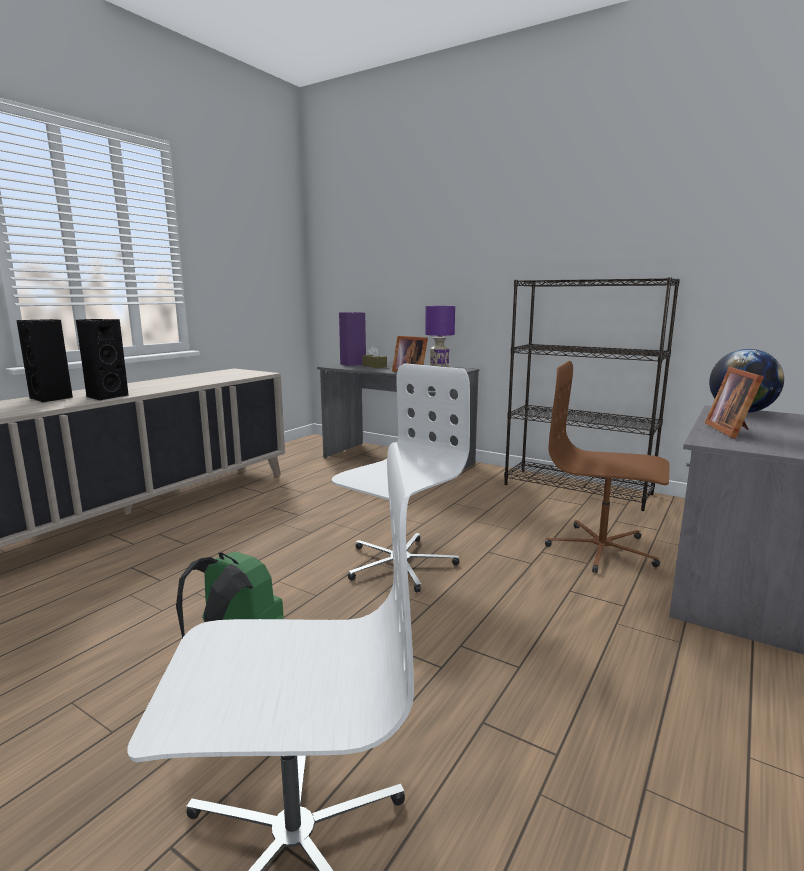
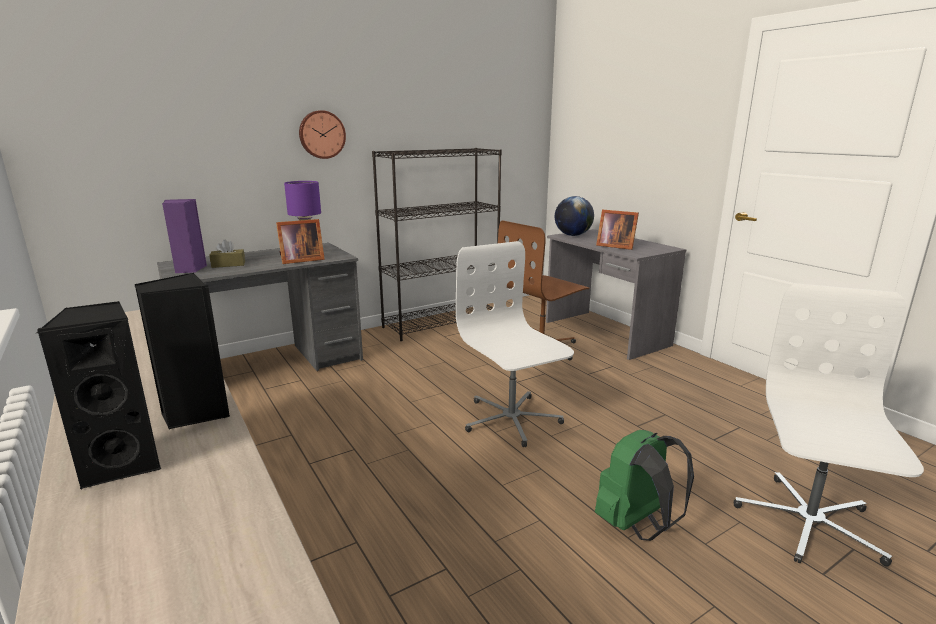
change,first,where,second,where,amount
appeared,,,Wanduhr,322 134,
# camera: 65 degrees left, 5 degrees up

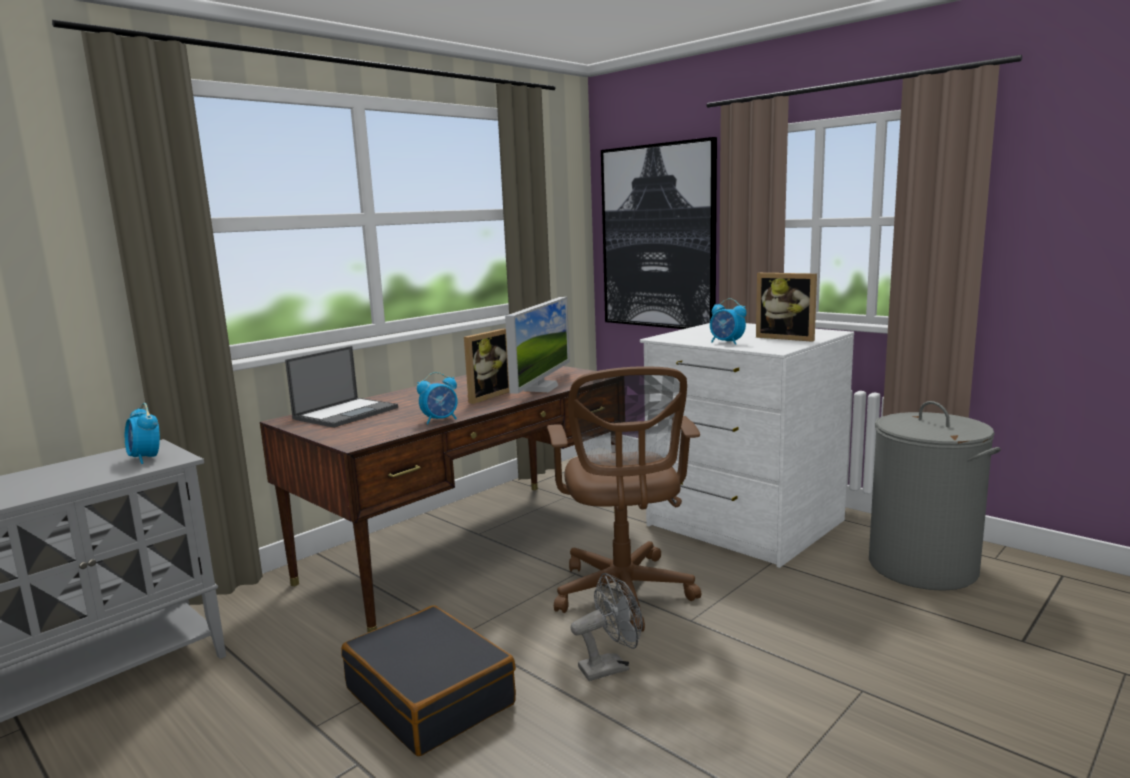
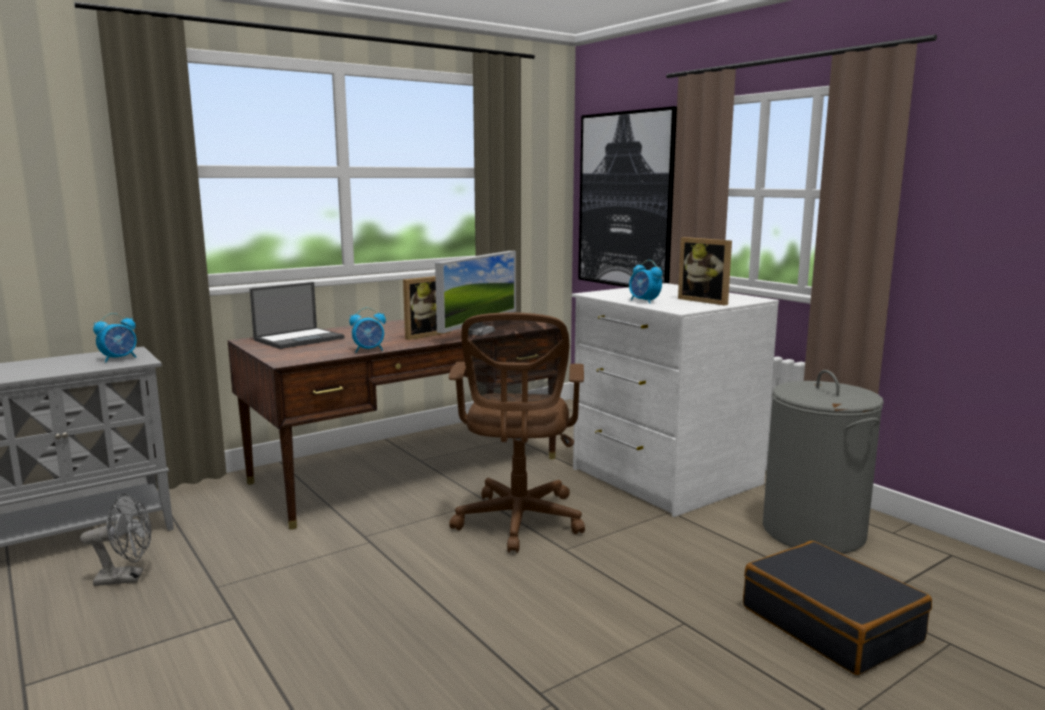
change,first,where,second,where,amount
spun,Wecker,142 433,,115 337,105 degrees counterclockwise
relocated,Ventilator [grau],607 627,,115 539,
relocated,Koffer [schwarz],428 680,,837 608,
# camera: 10 degrees right, 0 degrees up

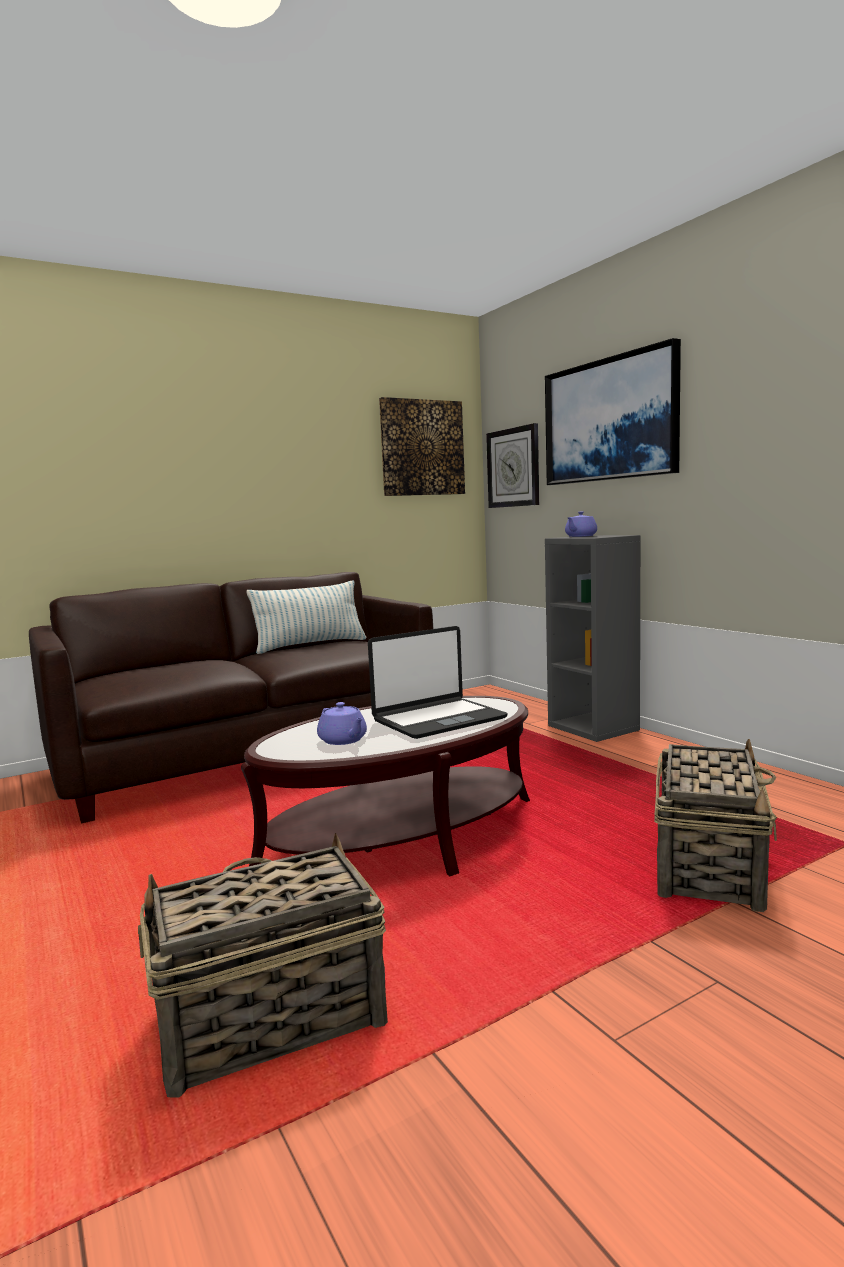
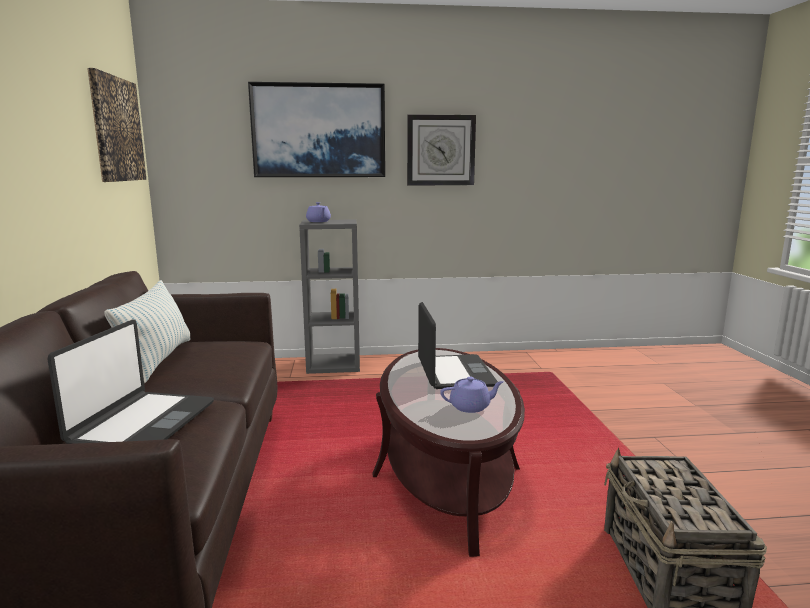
change,first,where,second,where,amount
relocated,Wanduhr,512 465,,441 149,
missing,Korb,715 825,,,
appeared,,,Laptop,131 381,
# camera: 65 degrees left, 5 degrees up

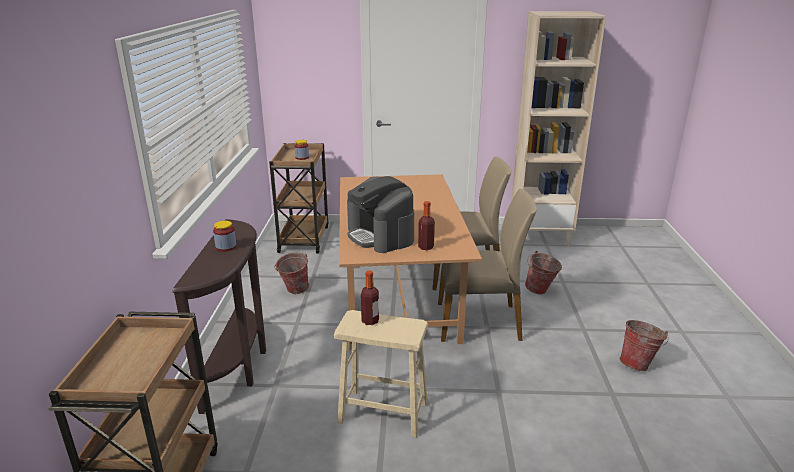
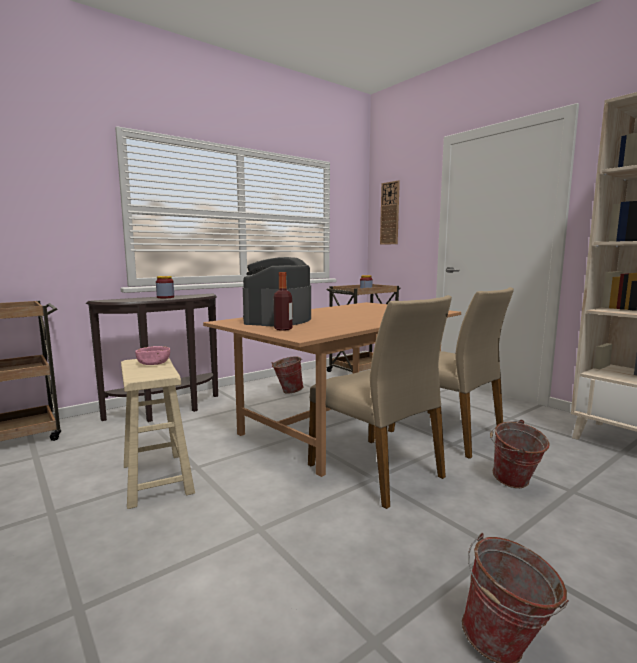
change,first,where,second,where,amount
exchanged,Flasche,370 297,Schüssel [rosa],152 355,
appeared,,,Wanduhr,390 212,
# camera: 50 degrees right, 15 degrees down

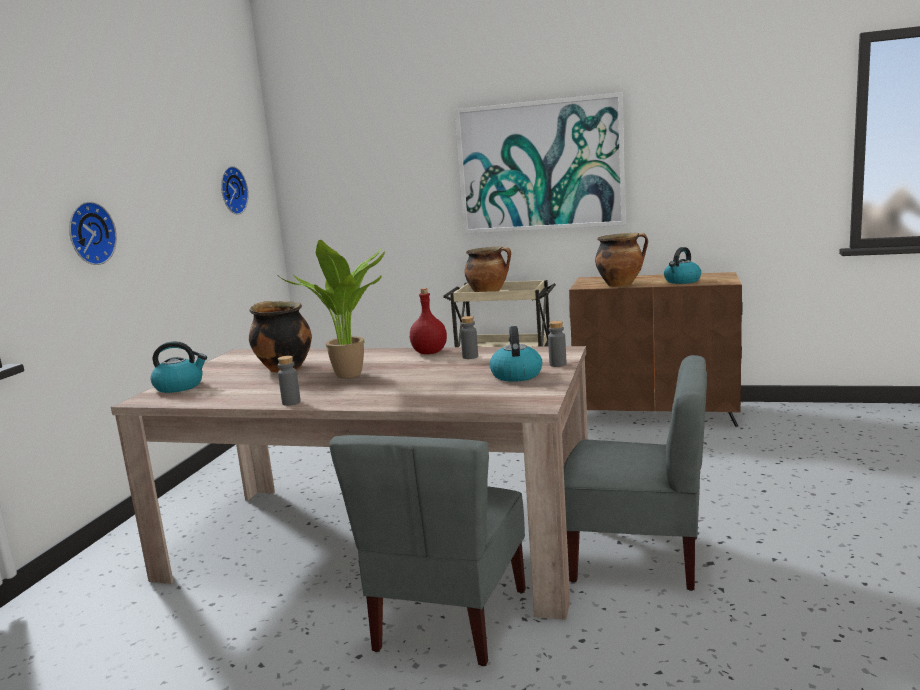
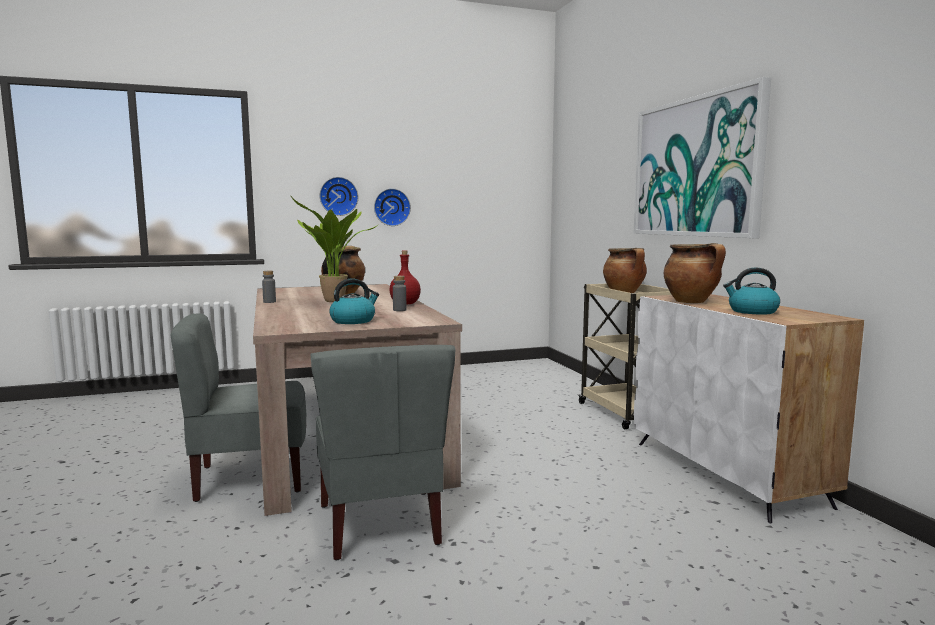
change,first,where,second,where,amount
relocated,Wanduhr,234 190,,392 207,
colour,Schrank [braun],655 349,Schrank [weiß],749 408,
missing,Flasche [grau],557 344,,,
missing,Wasserkessel,178 367,,,
# camera: 55 degrees right, 5 degrees down

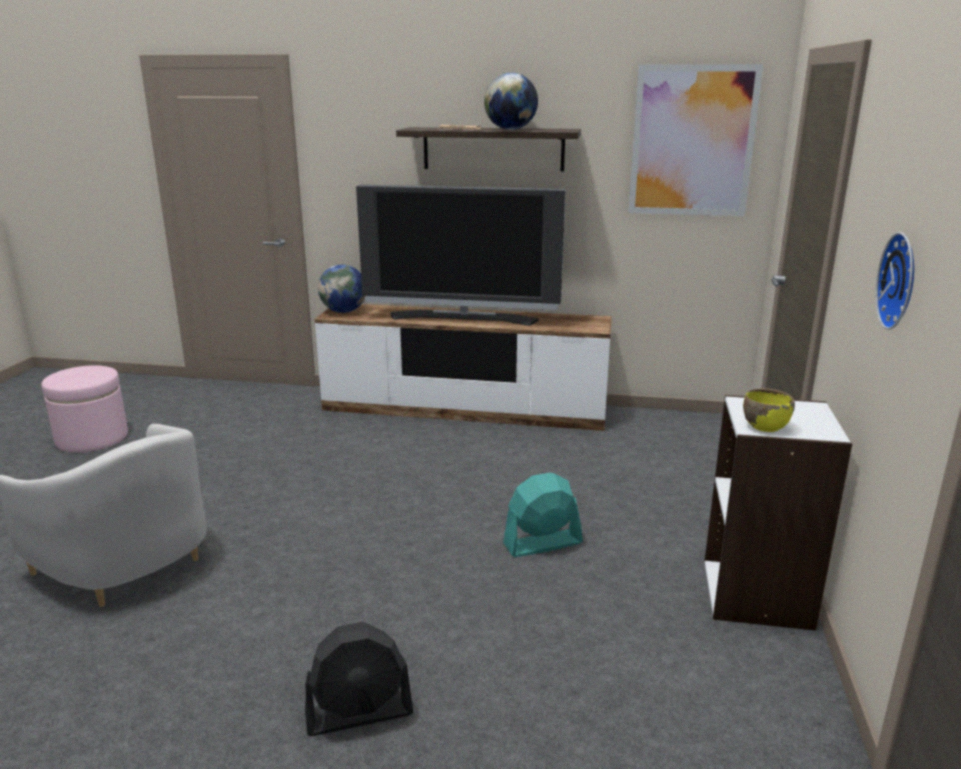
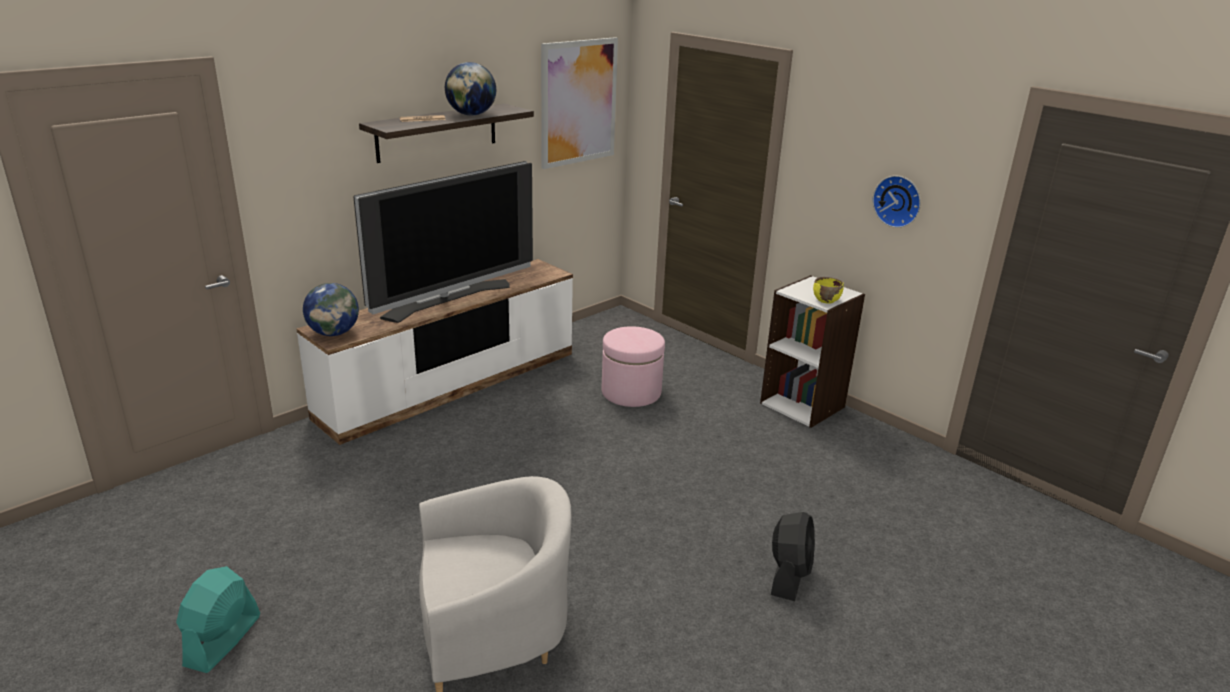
change,first,where,second,where,amount
relocated,Polsterhocker [rosa],84 409,,633 366,
relocated,Ventilator [türkis],543 515,,218 619,
# camera: 55 degrees left, 5 degrees up

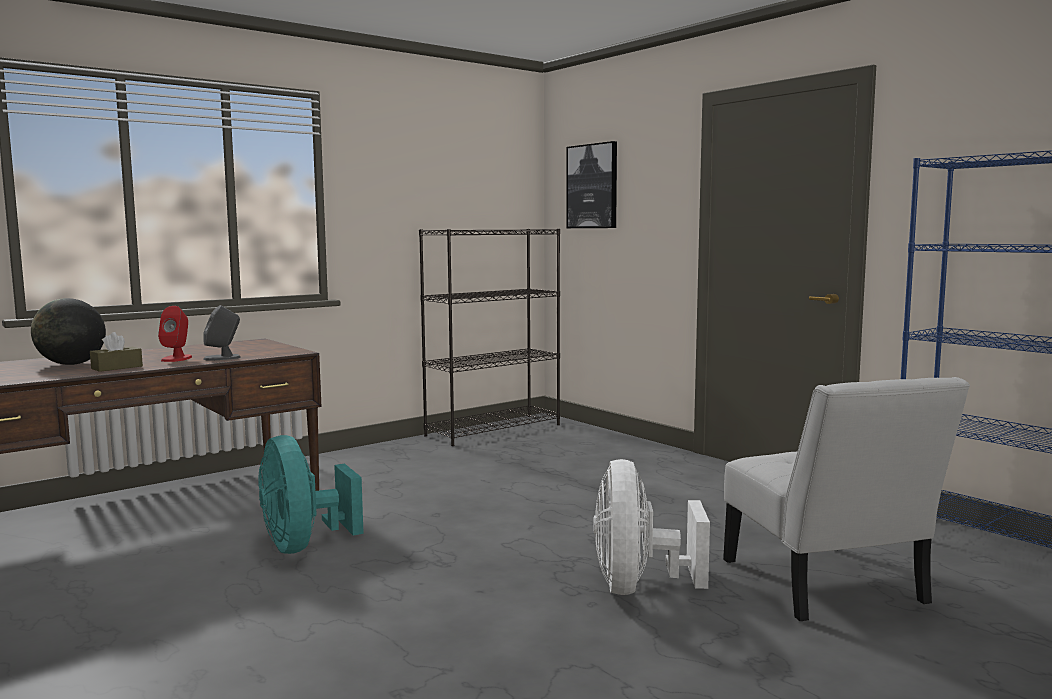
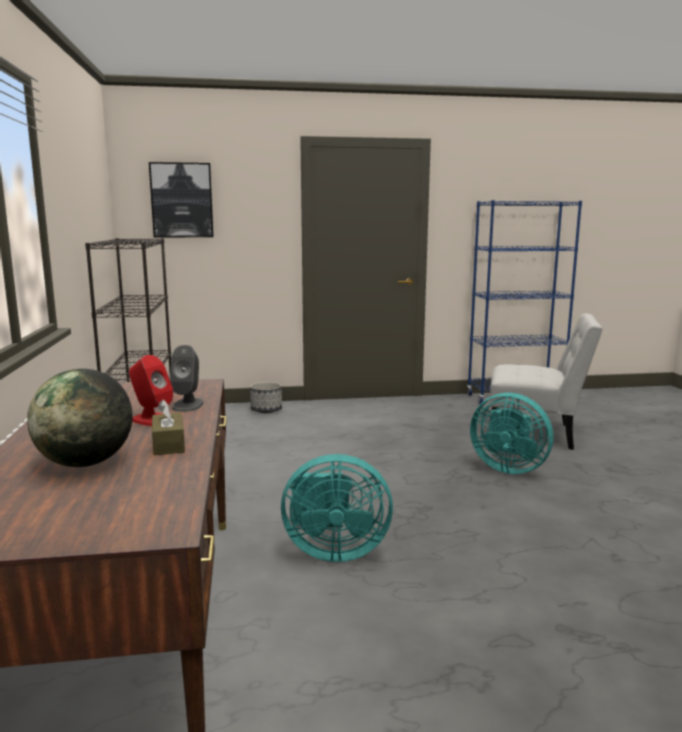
change,first,where,second,where,amount
colour,Ventilator [weiß],652 527,Ventilator [türkis],511 433,
appeared,,,Pflanzkübel,266 397,
# camera: 60 degrees left, 5 degrees up

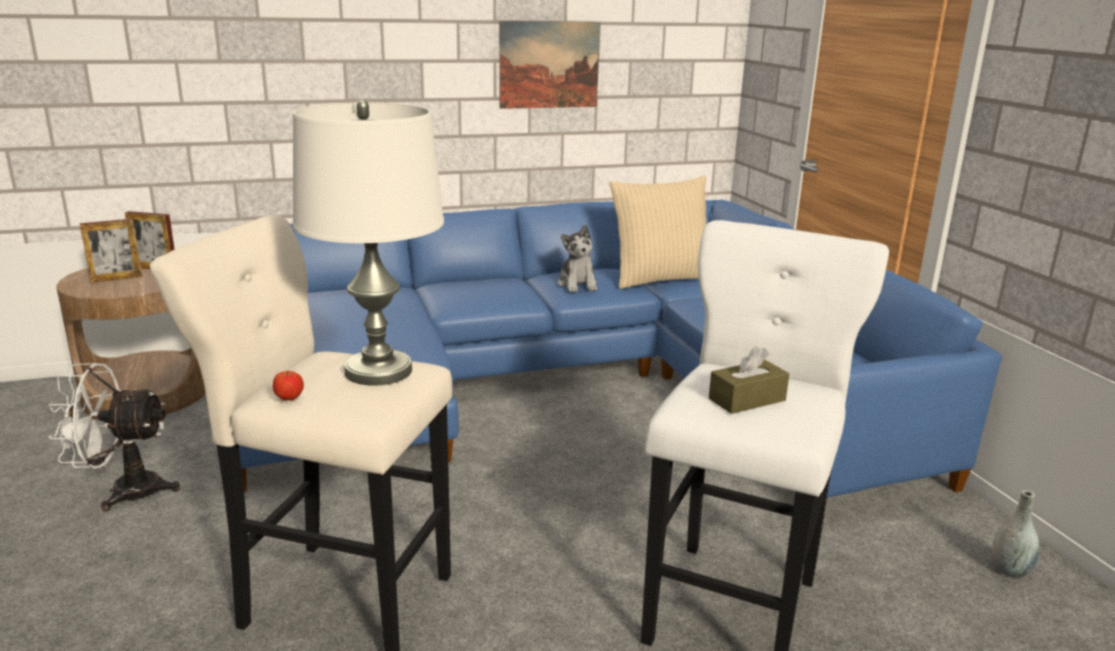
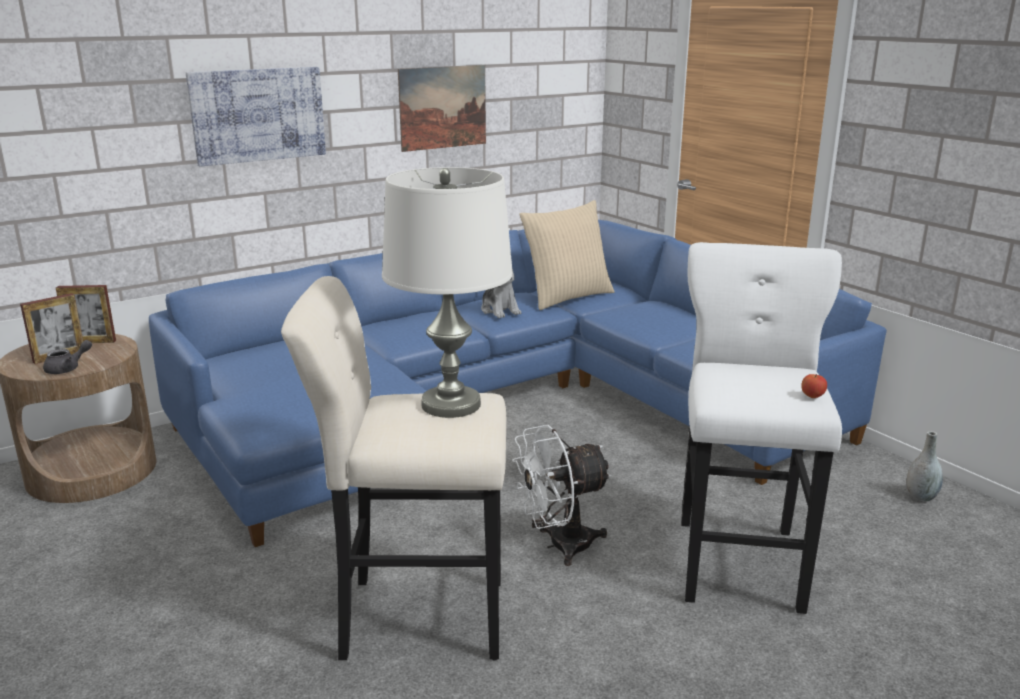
change,first,where,second,where,amount
missing,Taschentuchbox [braun],749 380,,,
relocated,Ventilator [weiß],114 437,,562 495,
relocated,Apfel,288 386,,814 386,
appeared,,,Bild,256 117,
appeared,,,Teekanne [grau],67 357,
# camera: 15 degrees left, 0 degrees up

